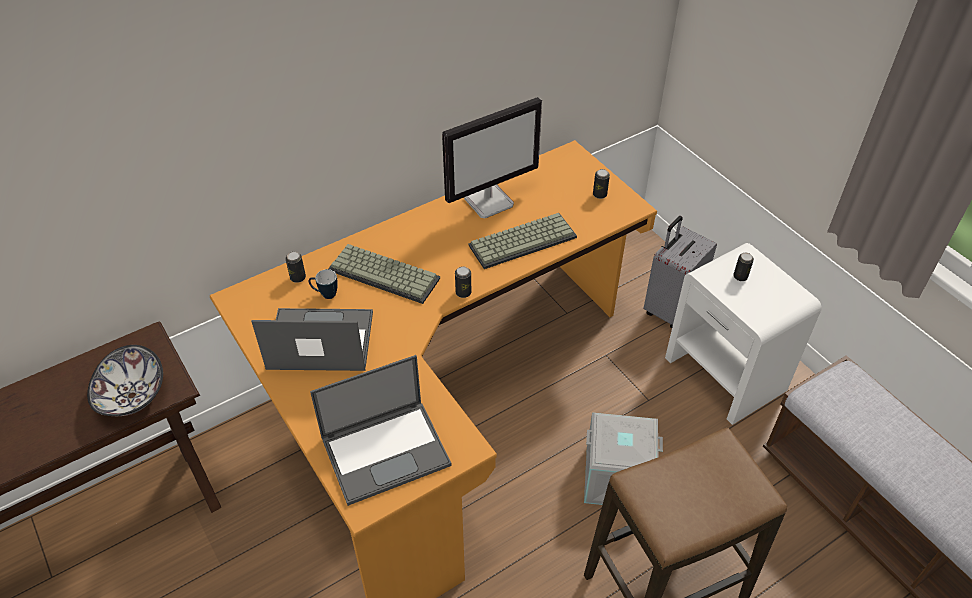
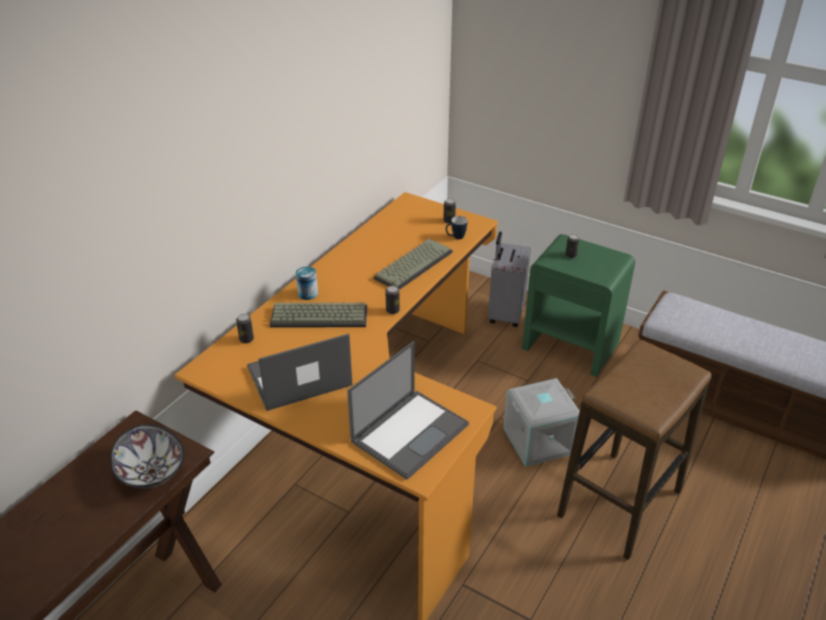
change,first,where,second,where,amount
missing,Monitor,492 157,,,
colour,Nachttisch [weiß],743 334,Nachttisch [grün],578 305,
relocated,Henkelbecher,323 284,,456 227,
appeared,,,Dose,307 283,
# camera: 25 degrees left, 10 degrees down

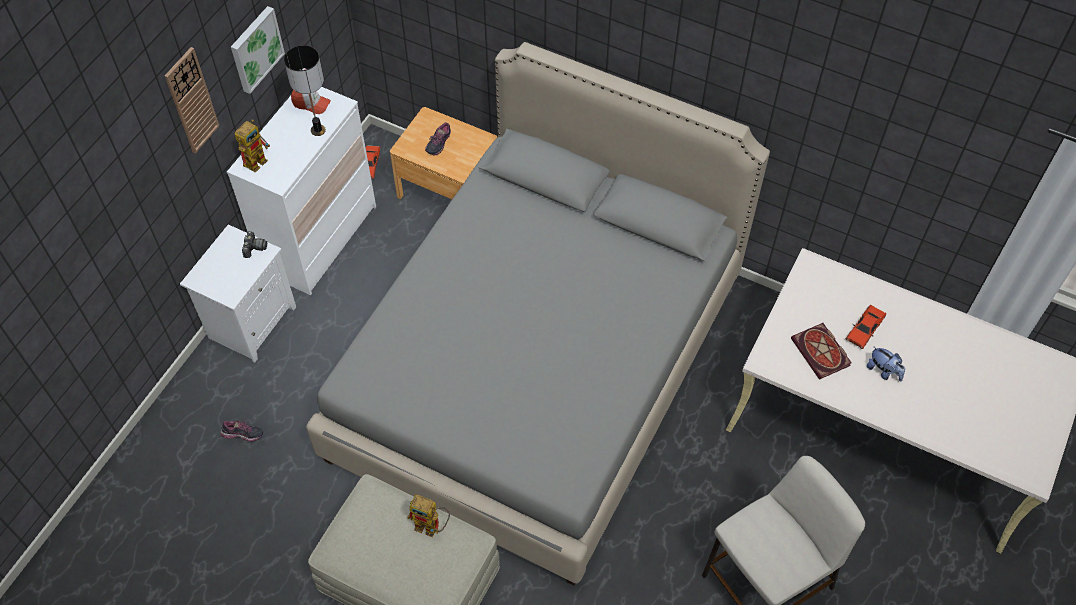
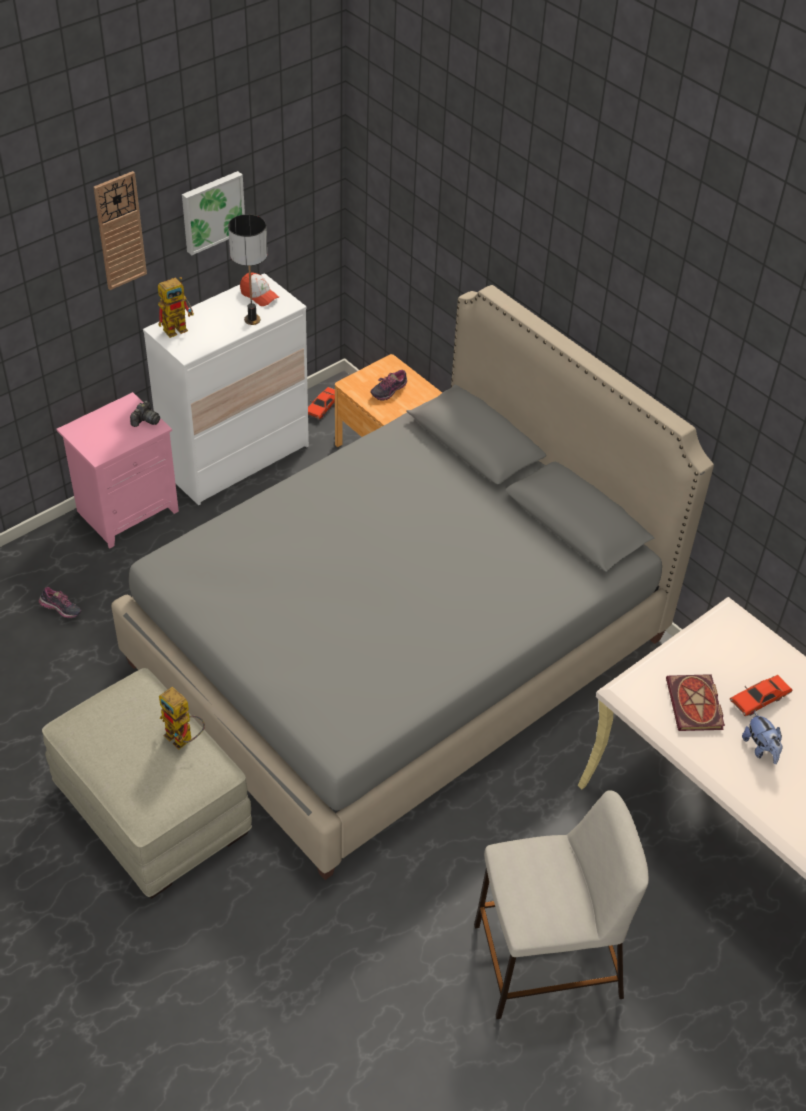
change,first,where,second,where,amount
colour,Nachttisch [weiß],238 293,Nachttisch [rosa],118 470,
# camera: 20 degrees right, 10 degrees down

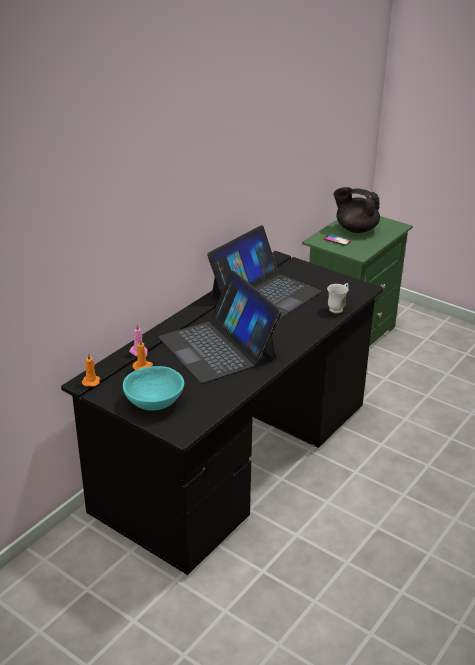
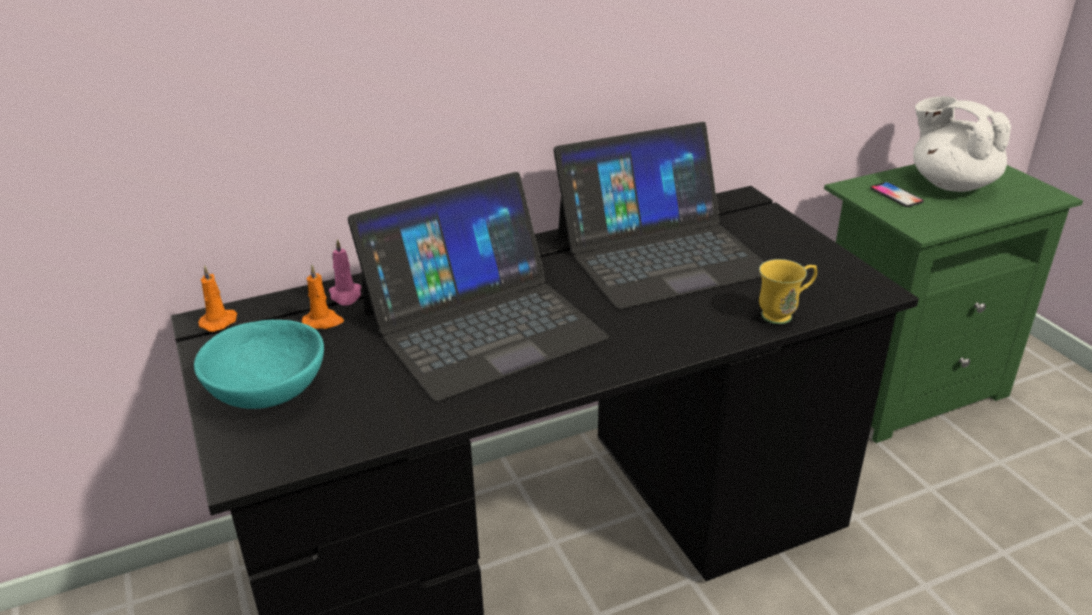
change,first,where,second,where,amount
colour,Teekanne [schwarz],357 210,Teekanne [weiß],962 144,
spun,Laptop,220 327,,478 286,120 degrees counterclockwise
colour,Henkelbecher [weiß],338 298,Henkelbecher [gelb],788 291,
# camera: 30 degrees right, 0 degrees up

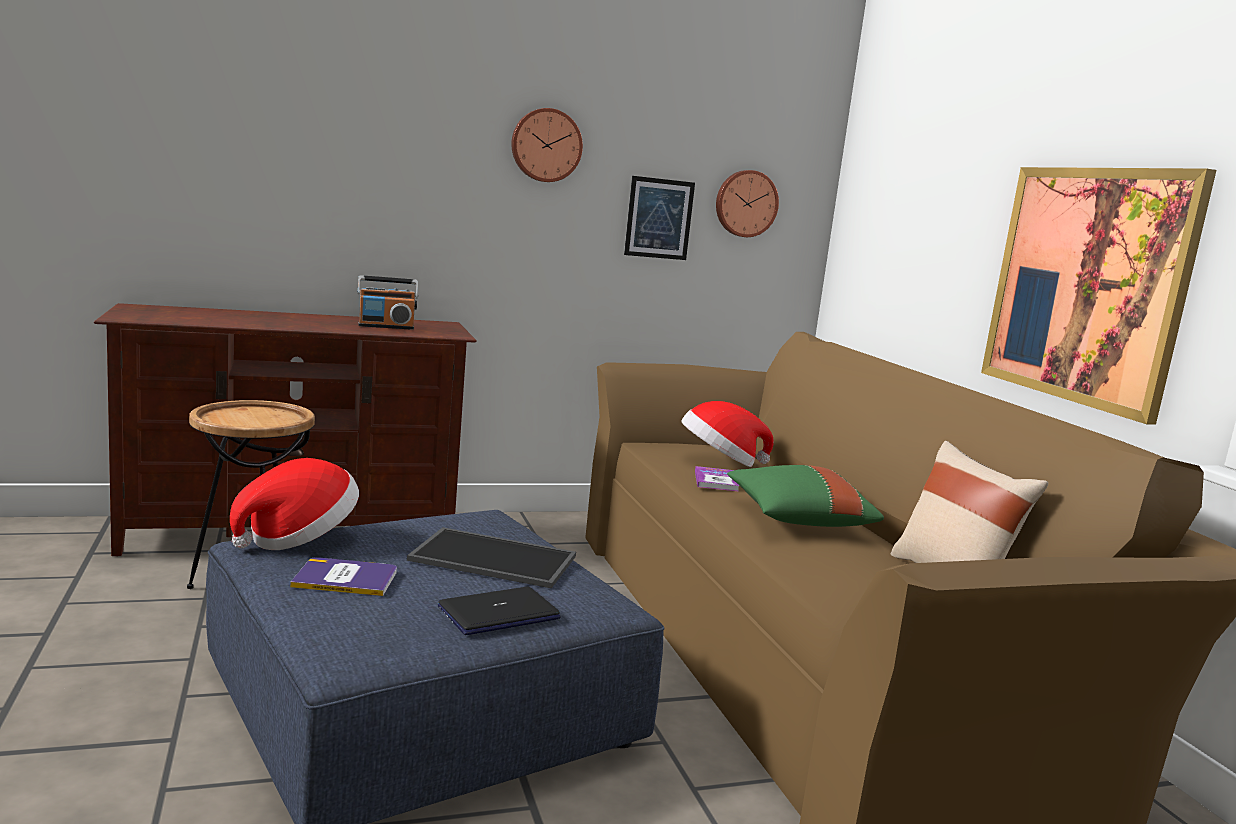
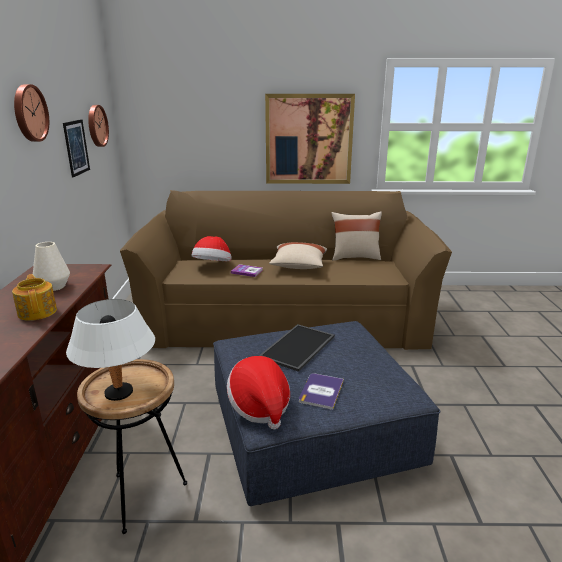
change,first,where,second,where,amount
exchanged,Radio,387 302,Vase [weiß],51 266,
colour,Kissen [grün],805 496,Kissen [beige],298 255,
missing,Laptop,499 611,,,
appeared,,,Teekanne,34 297,
appeared,,,Tischlampe [weiß],110 350,
# camera: 70 degrees left, 10 degrees up

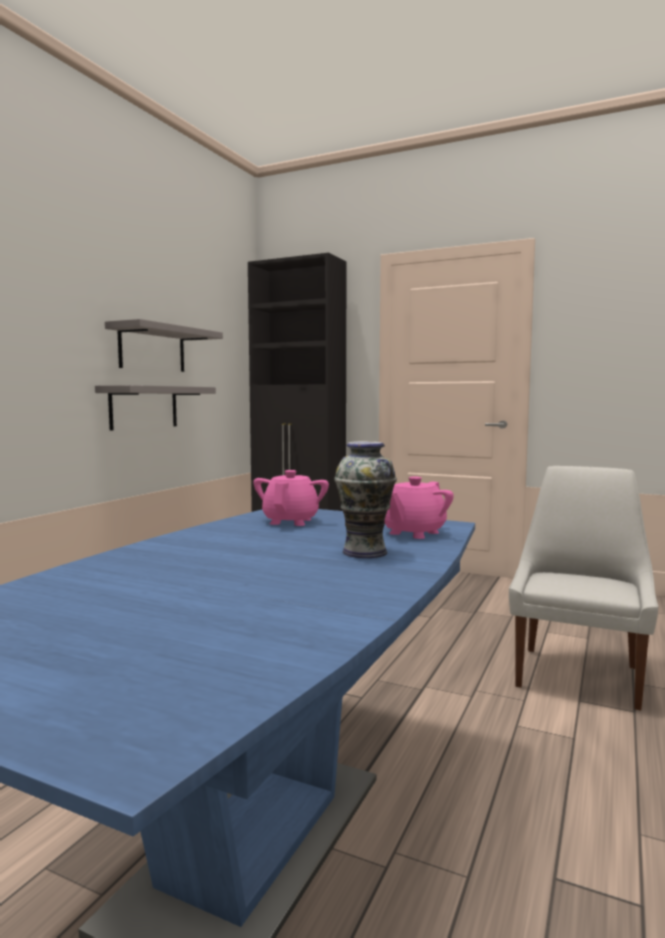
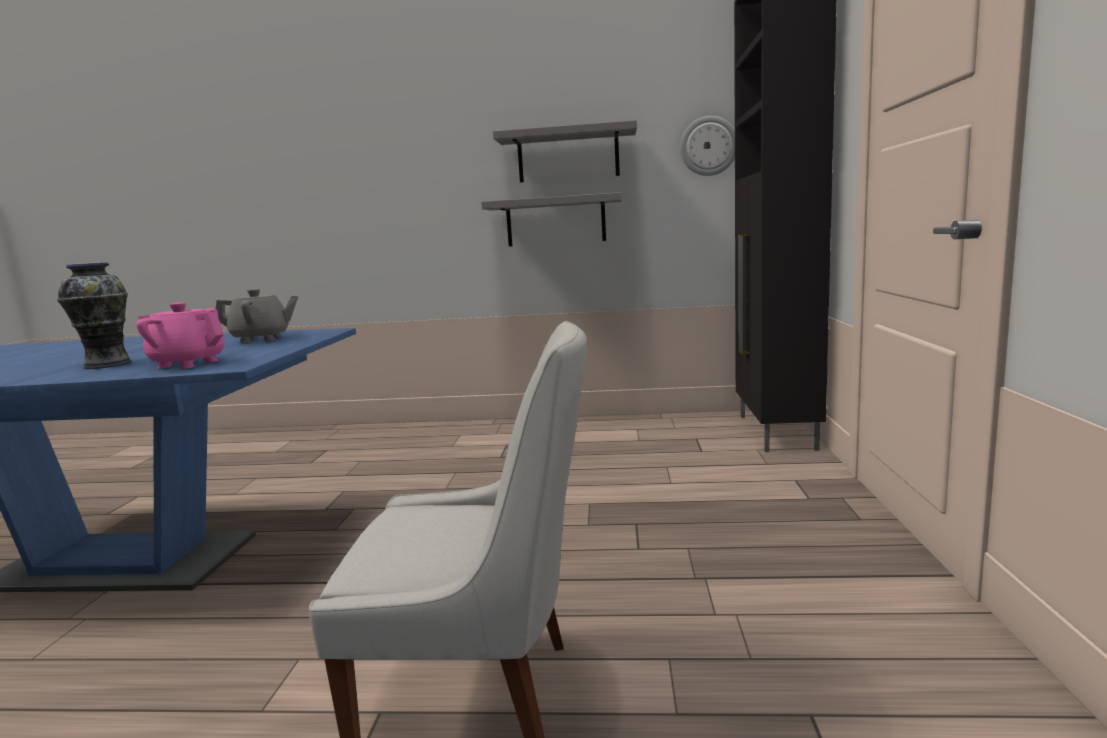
change,first,where,second,where,amount
colour,Teekanne [rosa],291 498,Teekanne [grau],257 316,
appeared,,,Wanduhr,707 146,
# camera: 70 degrees right, 5 degrees up

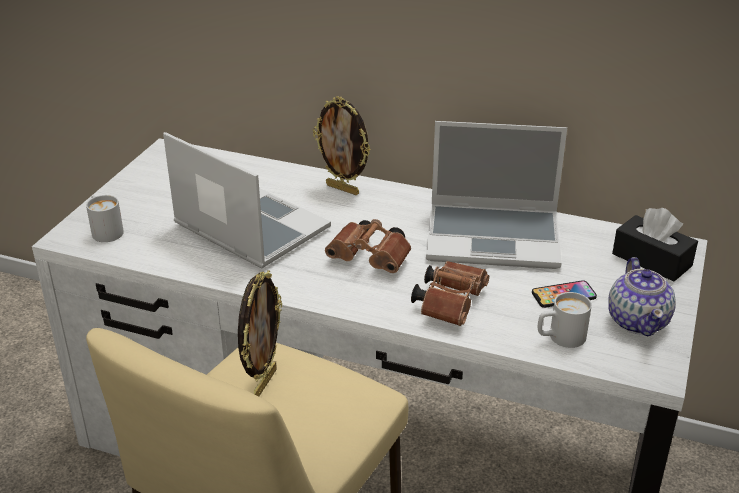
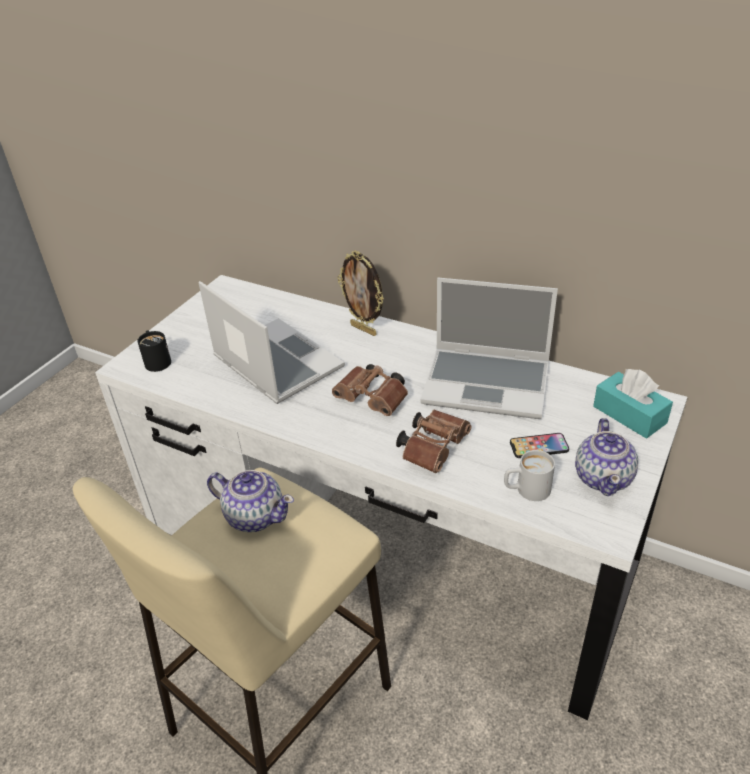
change,first,where,second,where,amount
colour,Henkelbecher [weiß],105 218,Henkelbecher [schwarz],154 351,
colour,Taschentuchbox [schwarz],655 244,Taschentuchbox [türkis],633 403,
exchanged,Bilderrahmen,260 333,Teekanne,250 501,
# camera: 10 degrees right, 5 degrees up

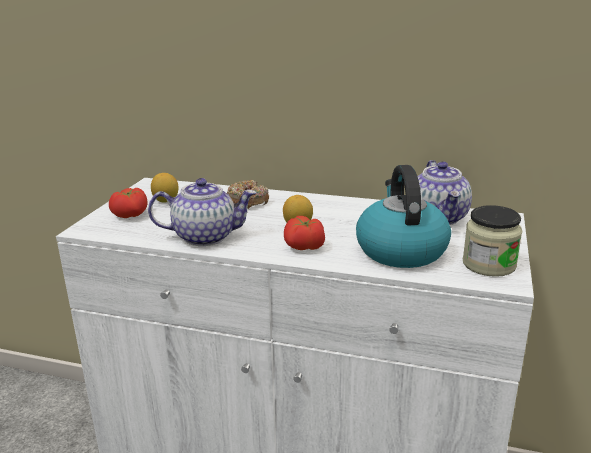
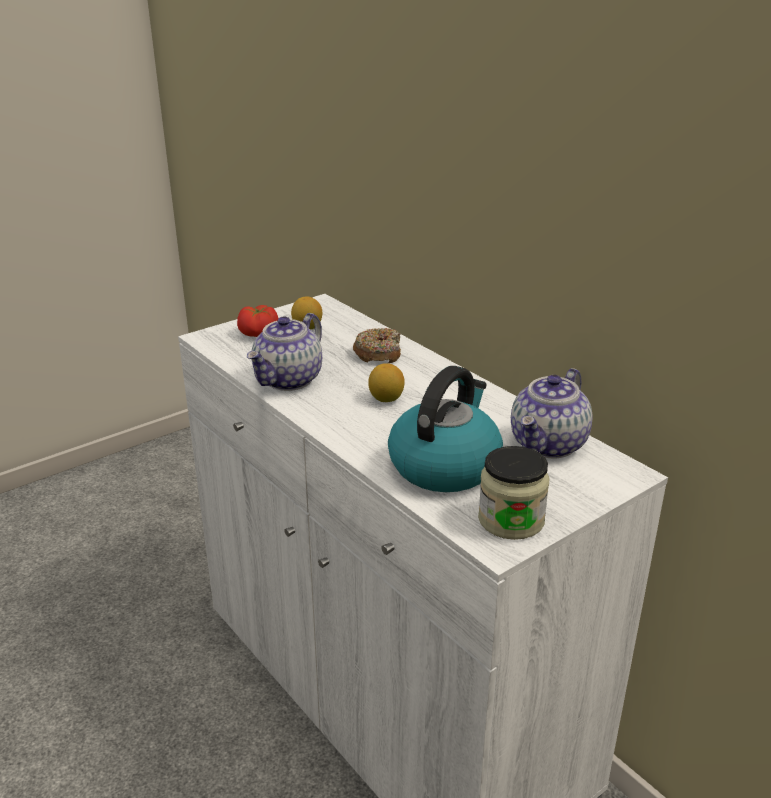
change,first,where,second,where,amount
spun,Teekanne,202 212,,284 352,90 degrees clockwise
missing,Tomate,304 233,,,
# camera: 35 degrees right, 5 degrees up

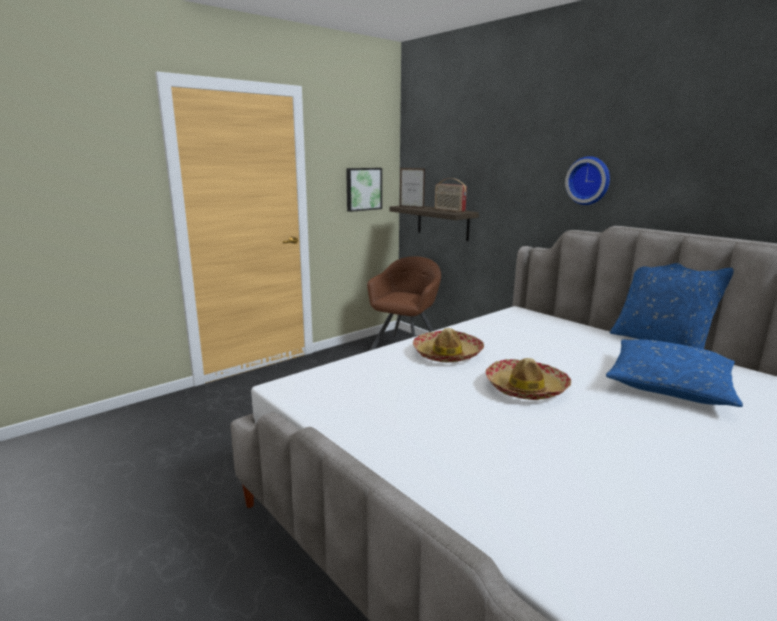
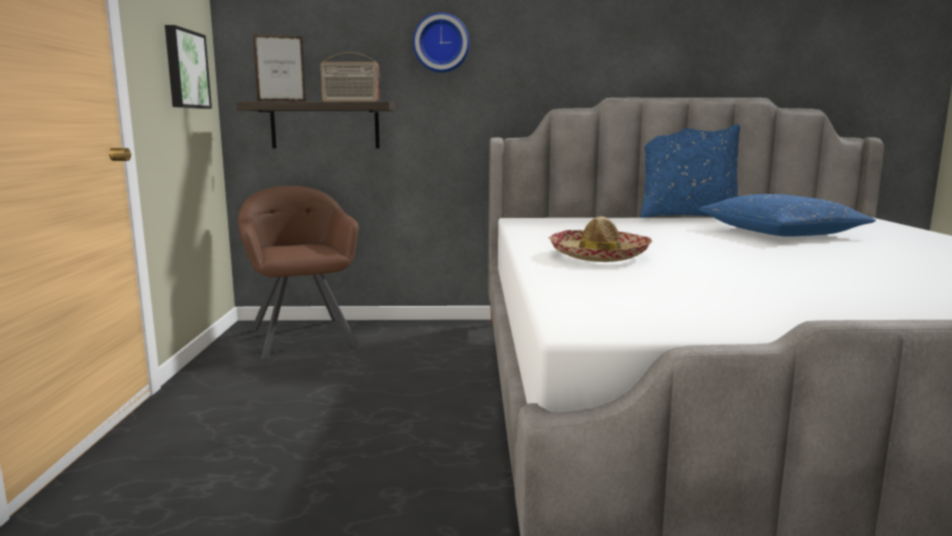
change,first,where,second,where,amount
relocated,Wanduhr,587 180,,441 42,
missing,Hut,528 379,,,
# camera: 50 degrees left, 5 degrees down

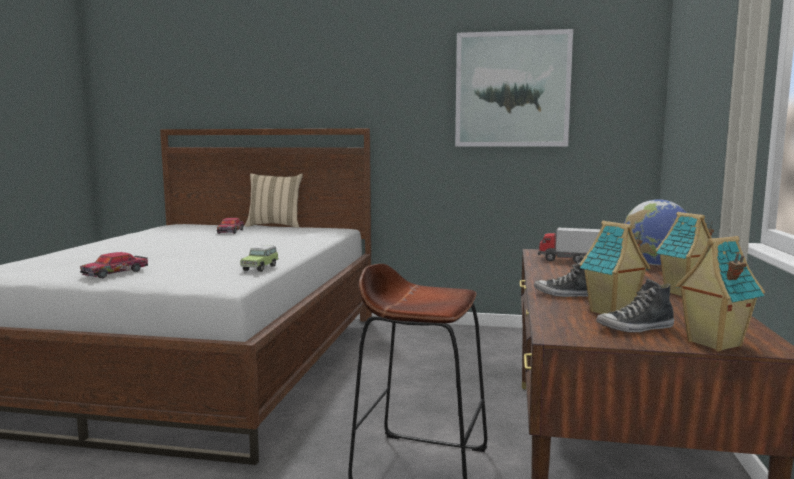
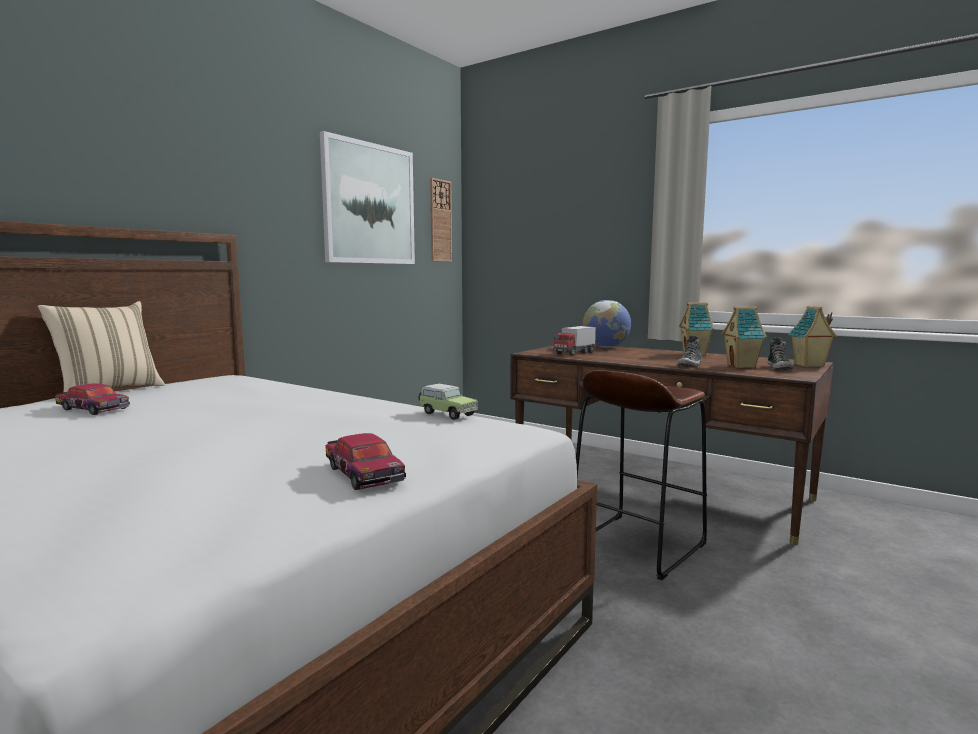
change,first,where,second,where,amount
appeared,,,Wanduhr,441 220,
# camera: 65 degrees left, 0 degrees up

